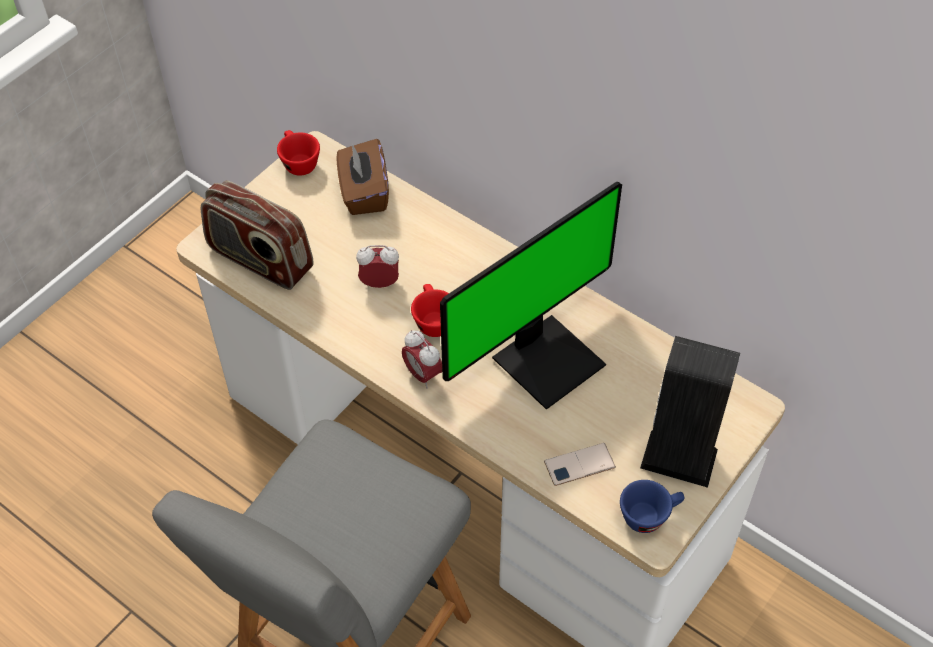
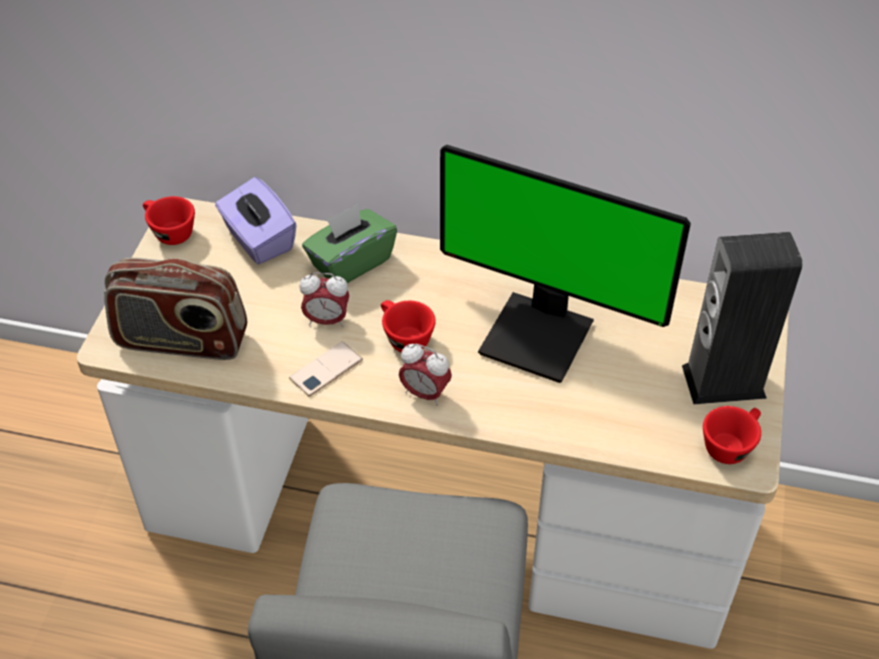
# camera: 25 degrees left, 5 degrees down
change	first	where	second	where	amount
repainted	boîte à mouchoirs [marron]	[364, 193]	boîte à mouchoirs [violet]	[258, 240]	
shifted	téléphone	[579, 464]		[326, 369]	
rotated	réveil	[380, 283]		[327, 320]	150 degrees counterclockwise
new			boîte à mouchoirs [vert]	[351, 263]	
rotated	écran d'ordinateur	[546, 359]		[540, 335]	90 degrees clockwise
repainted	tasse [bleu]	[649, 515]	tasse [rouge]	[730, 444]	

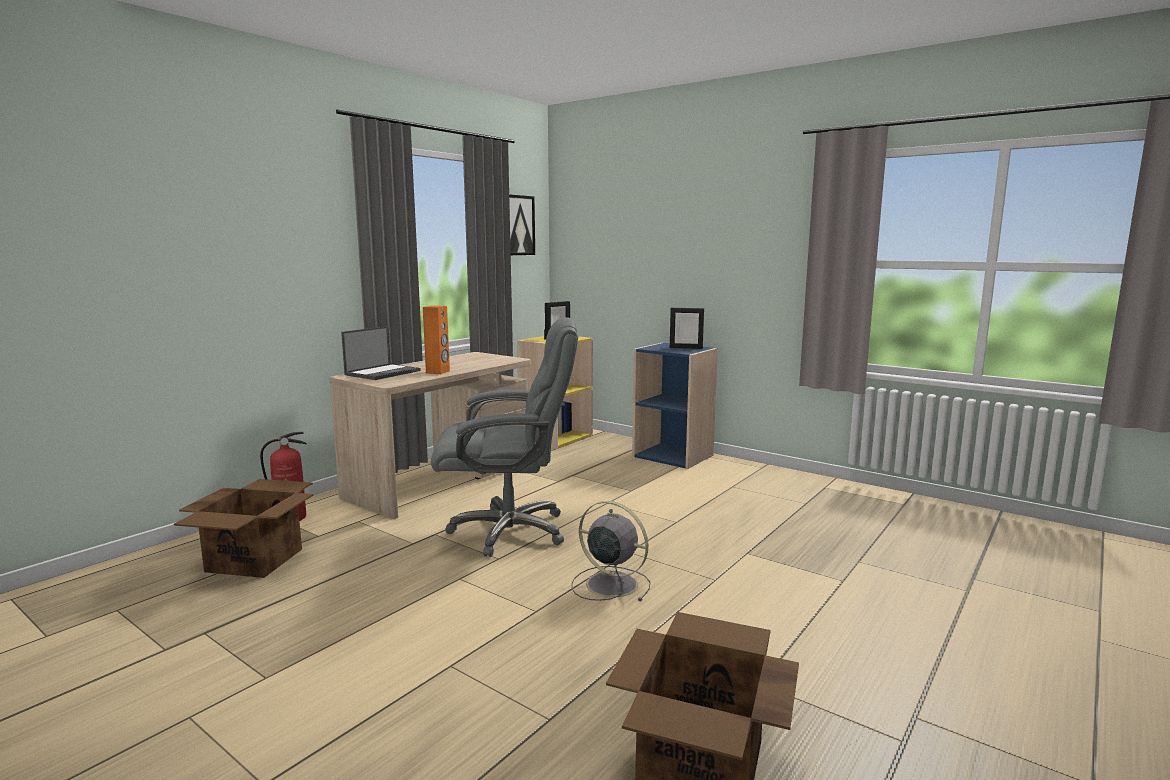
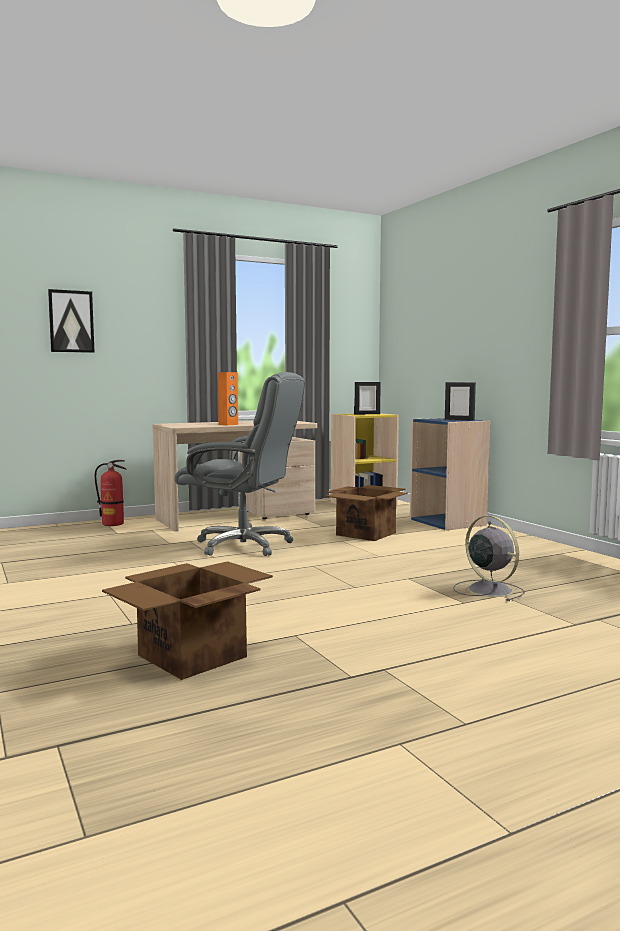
# camera: 25 degrees right, 5 degrees down
change	first	where	second	where	amount
shifted	tableau	[519, 225]		[71, 321]	
shifted	carton	[256, 559]		[366, 534]	
shifted	ventilateur [gris]	[609, 584]		[488, 589]	
gone	ordinateur portable	[383, 372]			

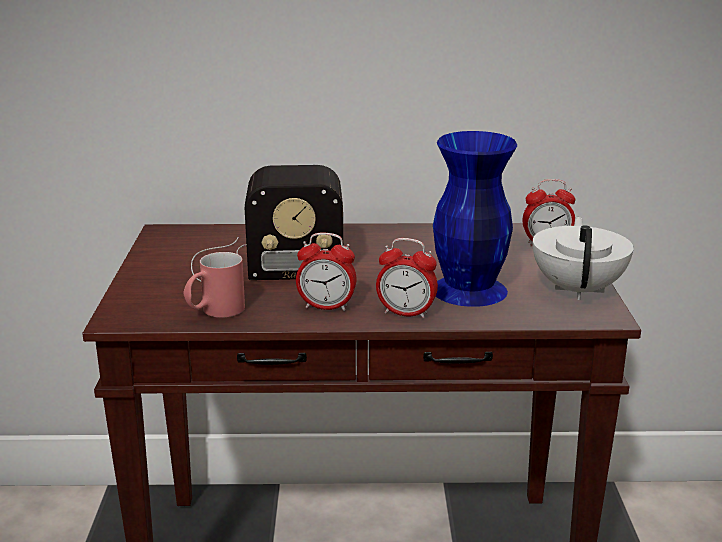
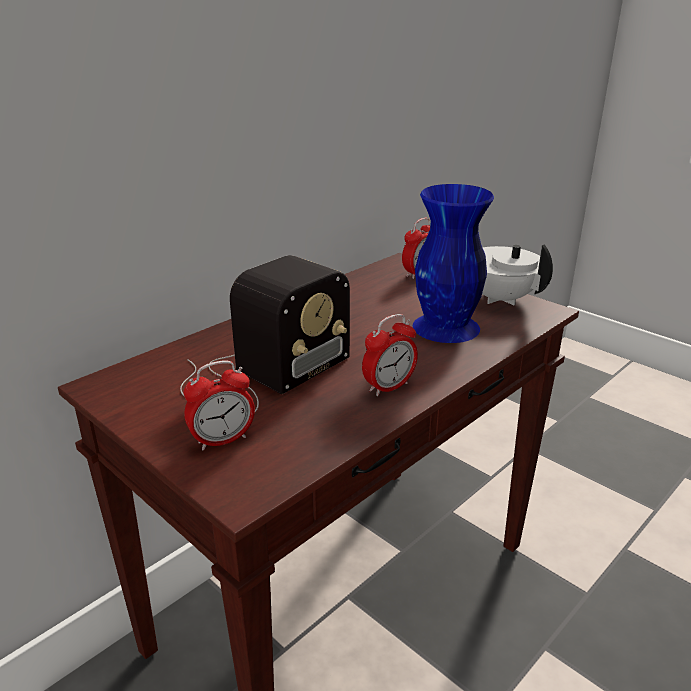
# camera: 45 degrees left, 5 degrees up
change	first	where	second	where	amount
shifted	réveil	[406, 313]		[222, 440]	
gone	mug [rouge]	[215, 312]			

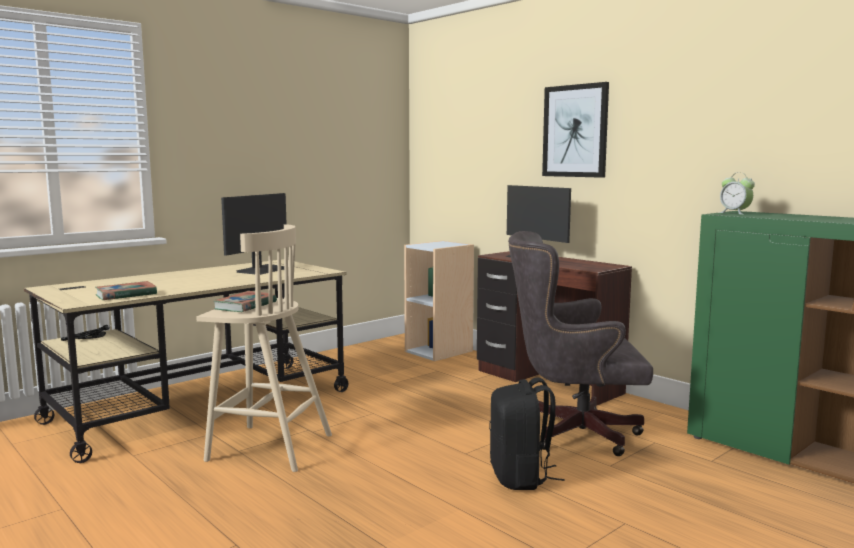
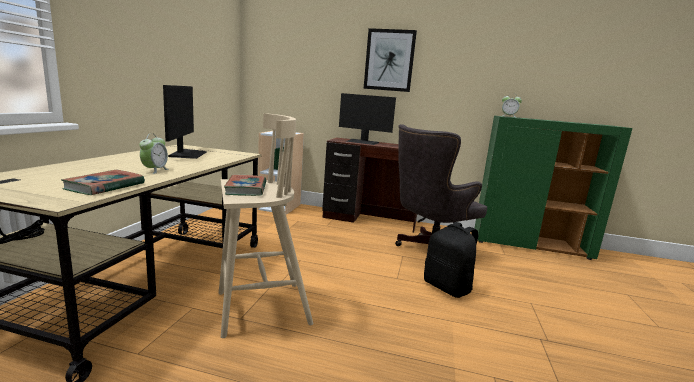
# camera: 35 degrees left, 5 degrees up
change	first	where	second	where	amount
new			réveil	[155, 170]	

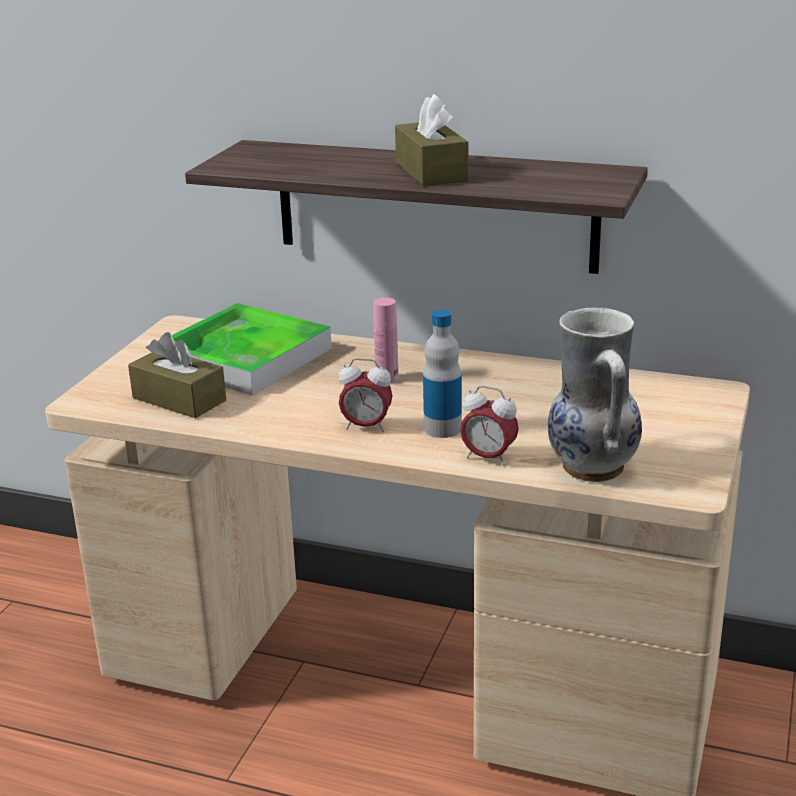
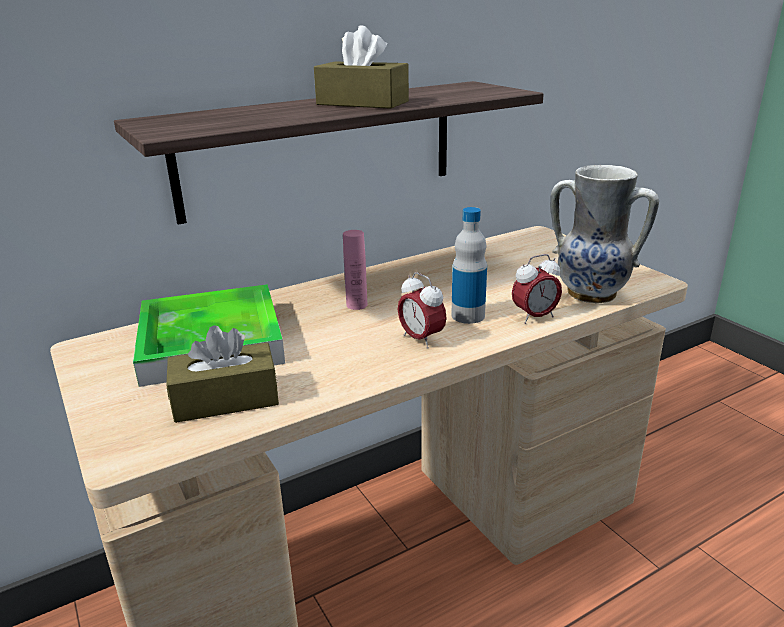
# camera: 50 degrees left, 0 degrees up
change	first	where	second	where	amount
rotated	réveil	[366, 426]		[421, 339]	90 degrees clockwise

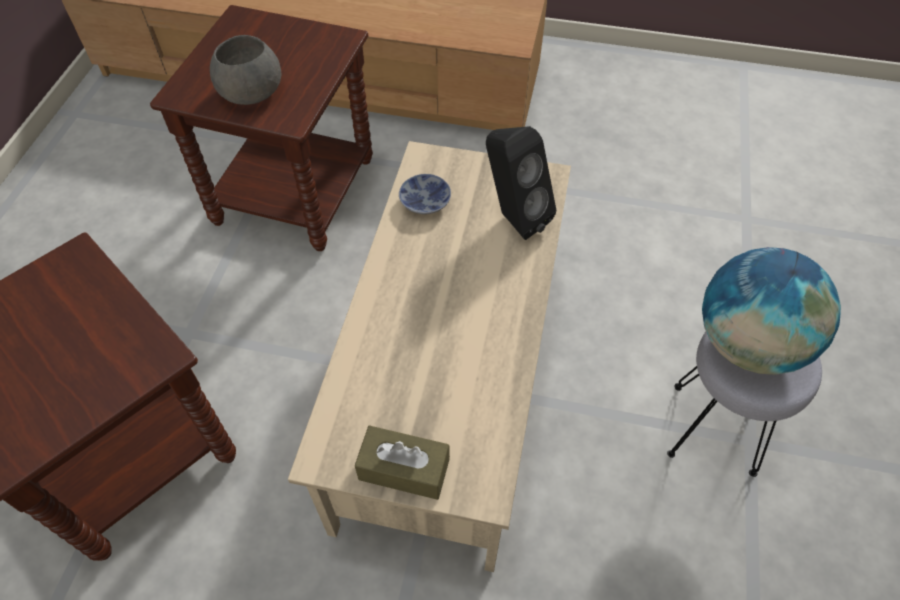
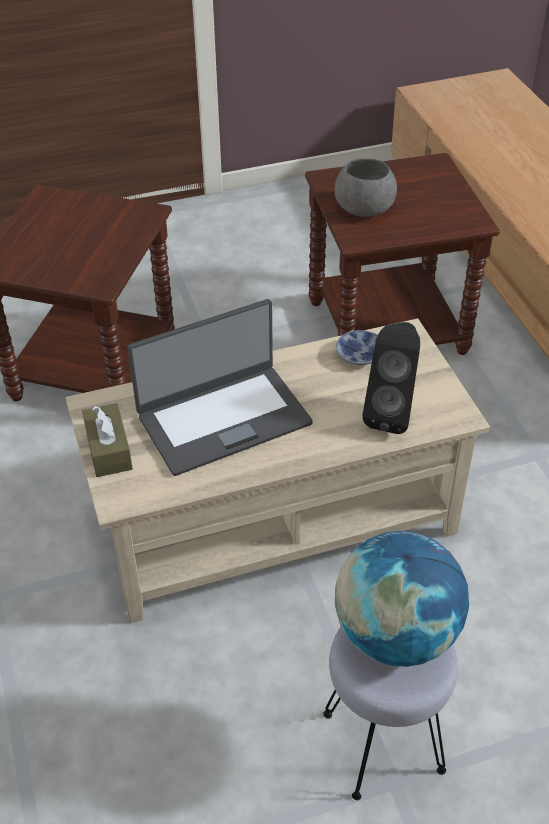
# camera: 60 degrees right, 10 degrees down
change	first	where	second	where	amount
new			ordinateur portable	[223, 418]	

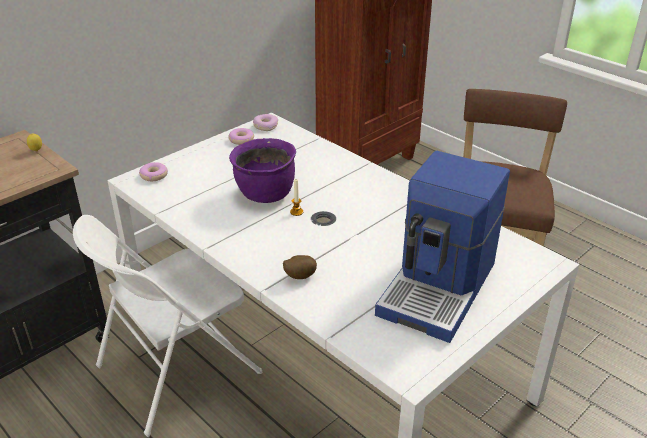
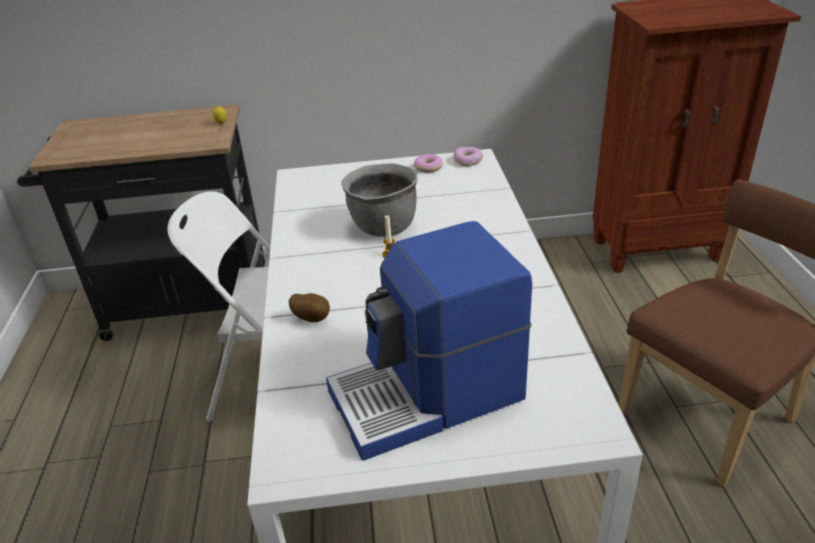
# camera: 40 degrees right, 0 degrees up
change	first	where	second	where	amount
repainted	marmite [violet]	[265, 194]	marmite [gris]	[383, 227]	
gone	beignet	[154, 175]			

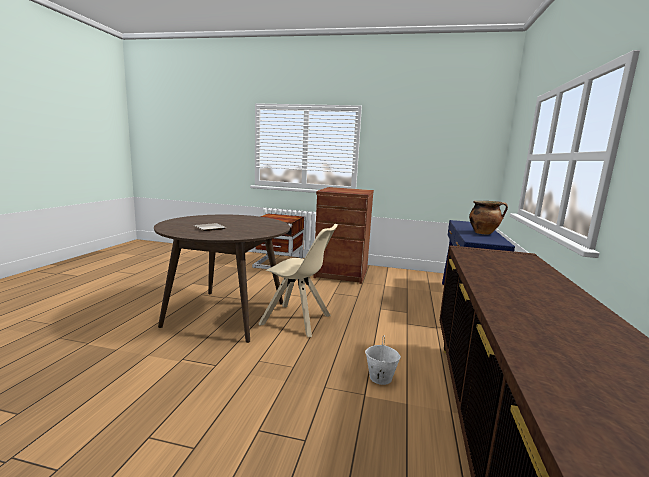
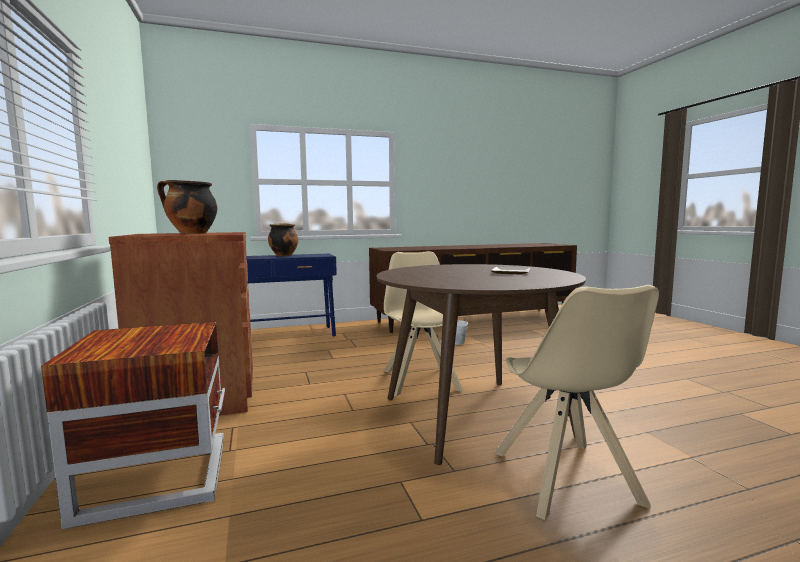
# camera: 120 degrees left, 5 degrees down
change	first	where	second	where	amount
new			marmite	[191, 233]	
new			chaise [beige]	[566, 480]	

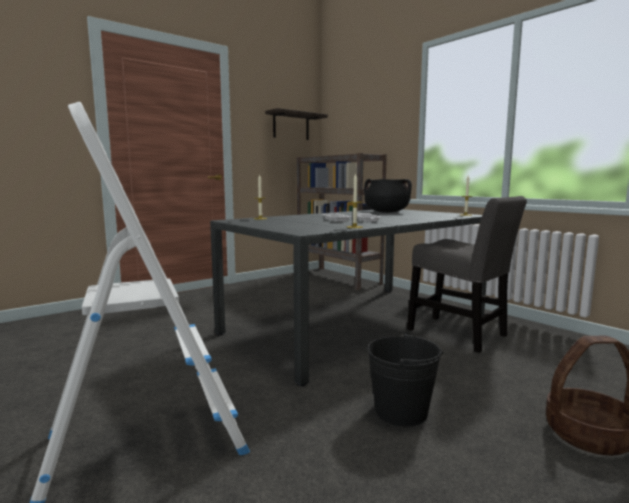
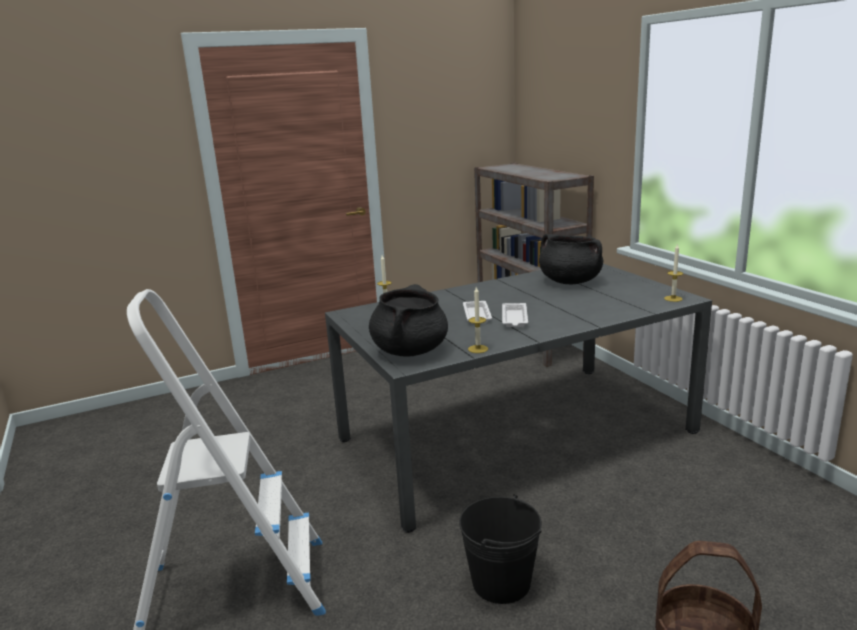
# camera: 15 degrees right, 10 degrees up
change	first	where	second	where	amount
new			marmite [noir]	[410, 350]	
gone	étagère	[291, 126]			
gone	chaise [gris]	[460, 334]			

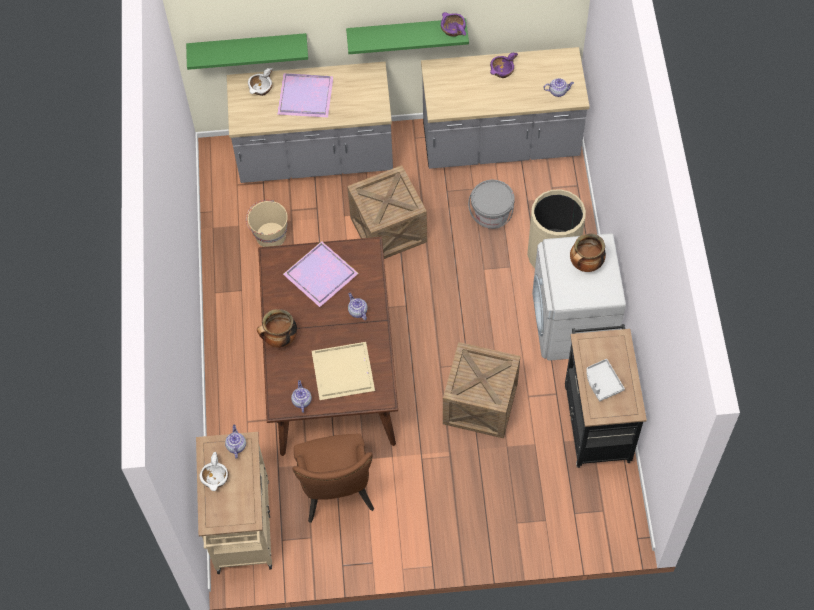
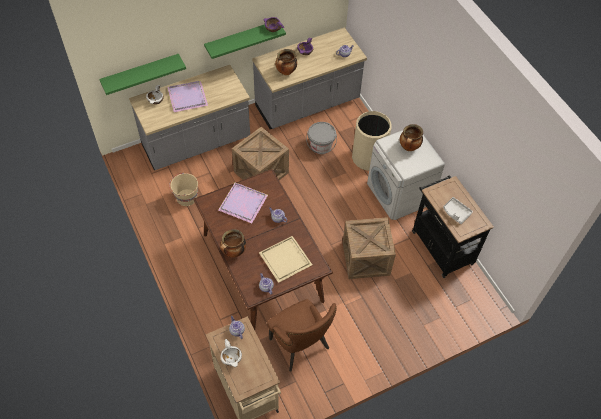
# camera: 25 degrees left, 5 degrees down
change	first	where	second	where	amount
new			marmite	[286, 72]	

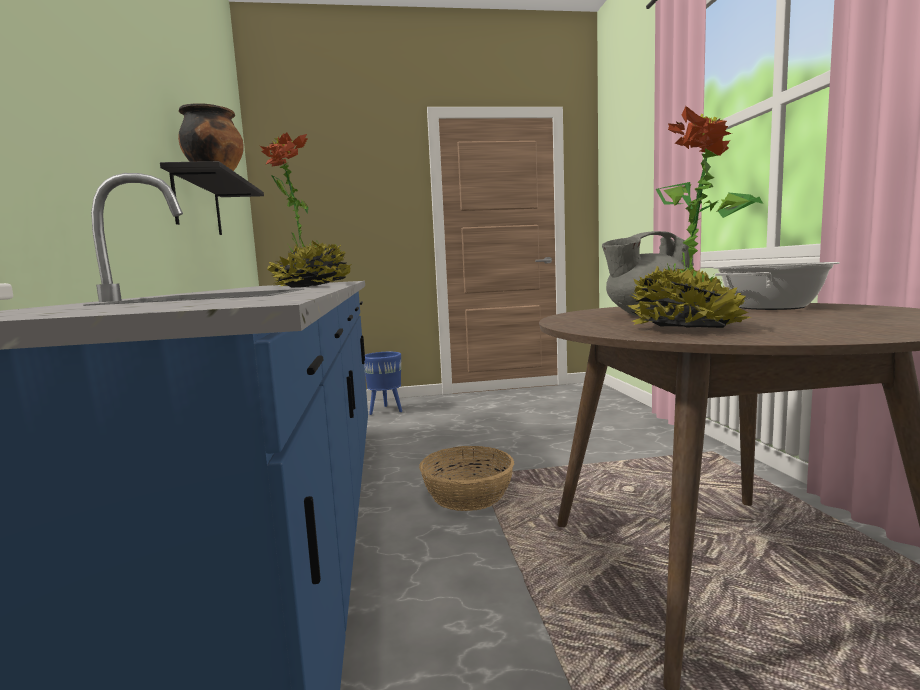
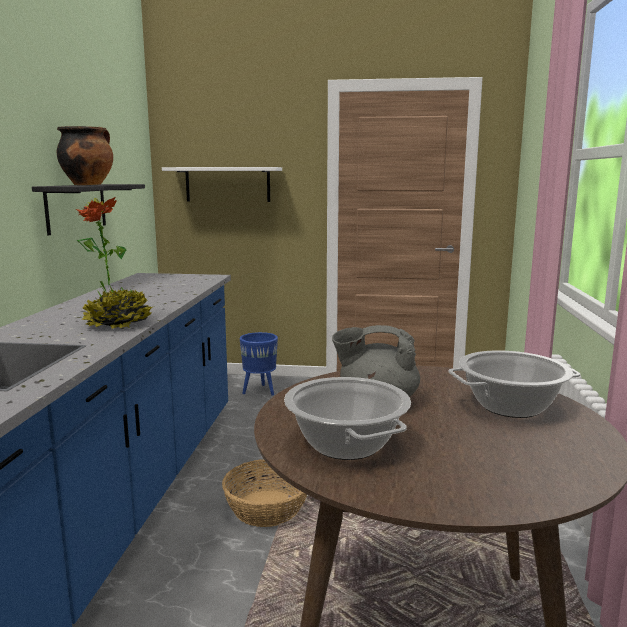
# camera: 15 degrees right, 5 degrees up
change	first	where	second	where	amount
new			étagère [blanc]	[227, 184]	
swapped	plante en pot	[685, 328]	marmite	[345, 444]	

